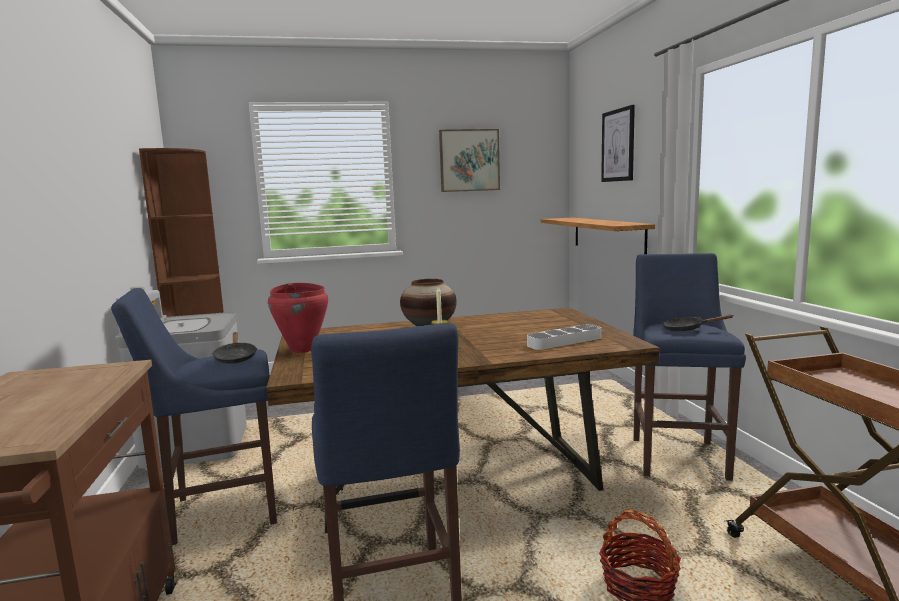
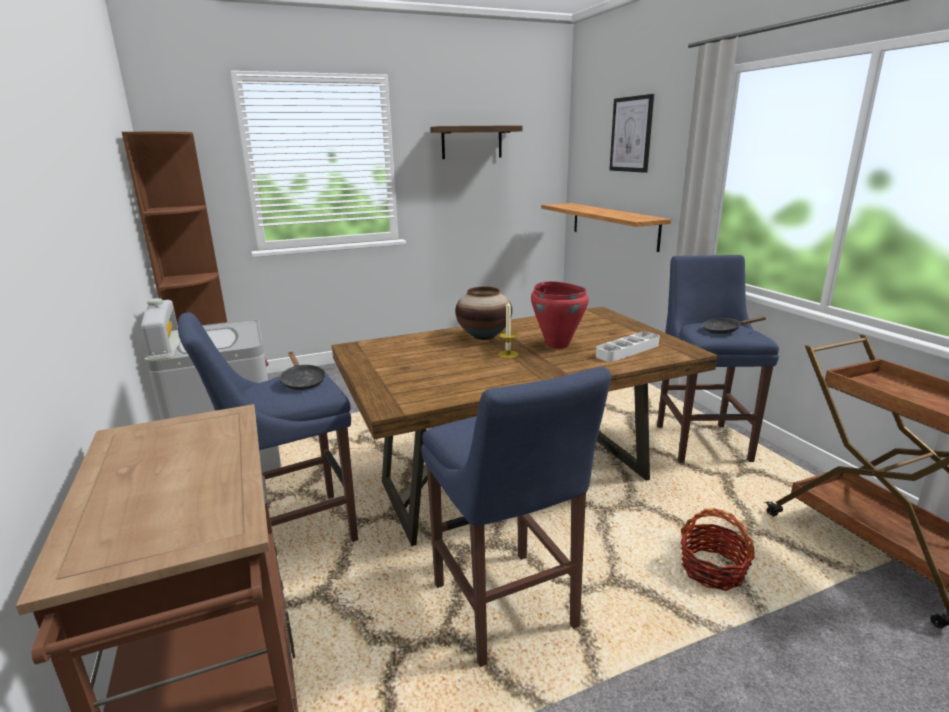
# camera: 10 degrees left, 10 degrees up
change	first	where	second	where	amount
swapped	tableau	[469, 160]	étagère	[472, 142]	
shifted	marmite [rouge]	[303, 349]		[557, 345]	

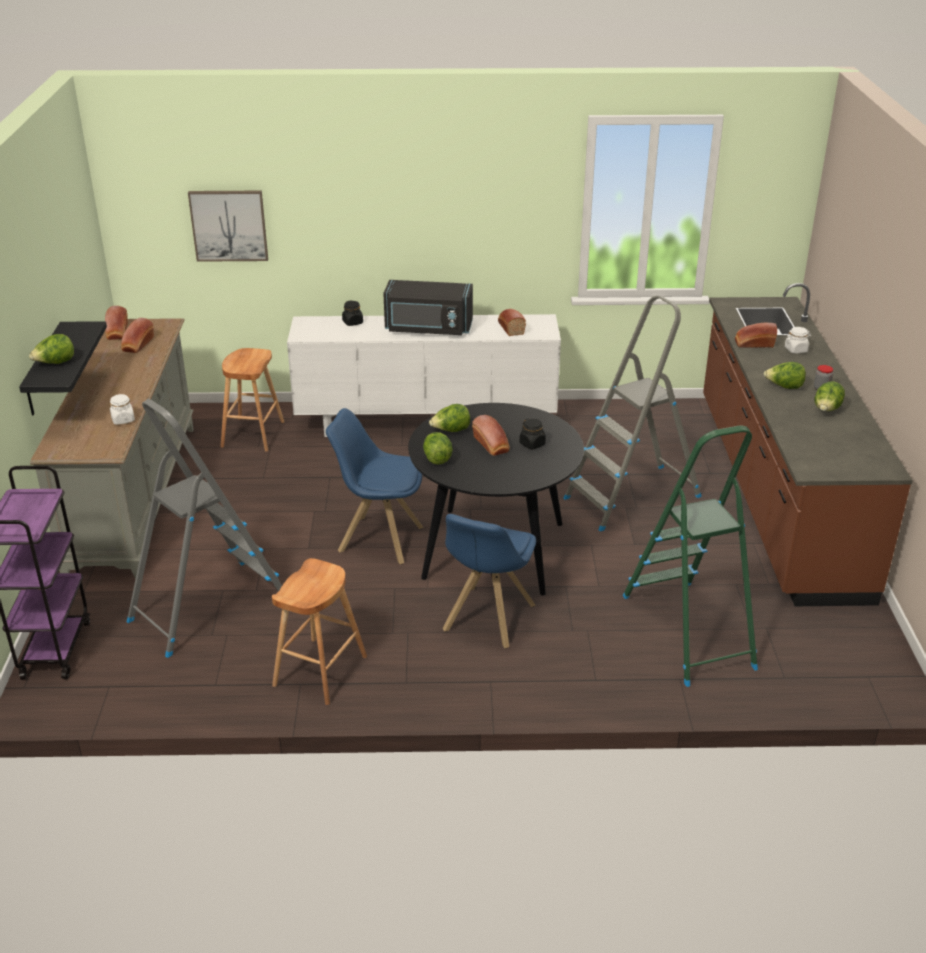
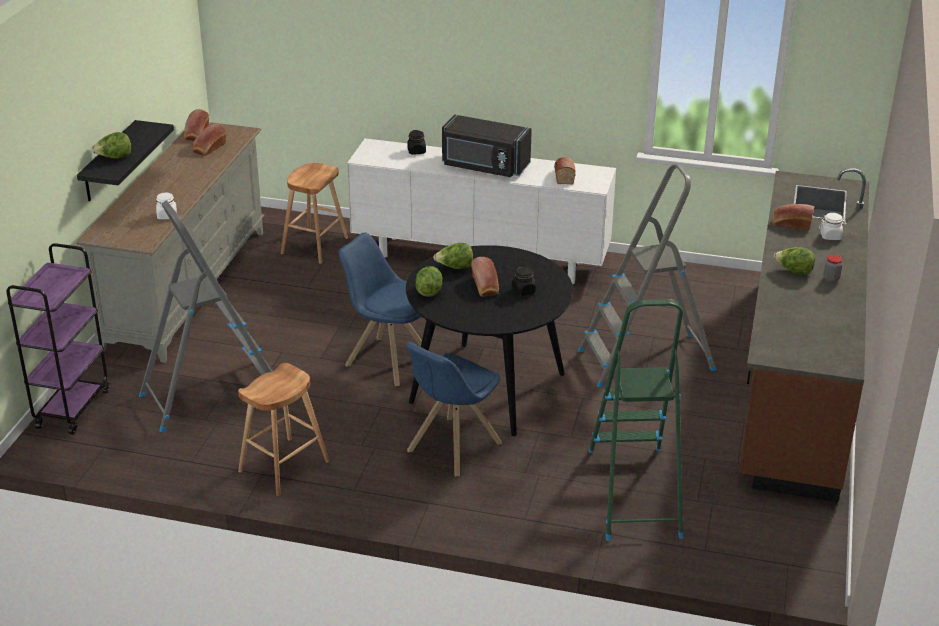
# camera: 15 degrees right, 0 degrees up
change	first	where	second	where	amount
gone	tableau	[229, 225]			
gone	laitue	[826, 410]			

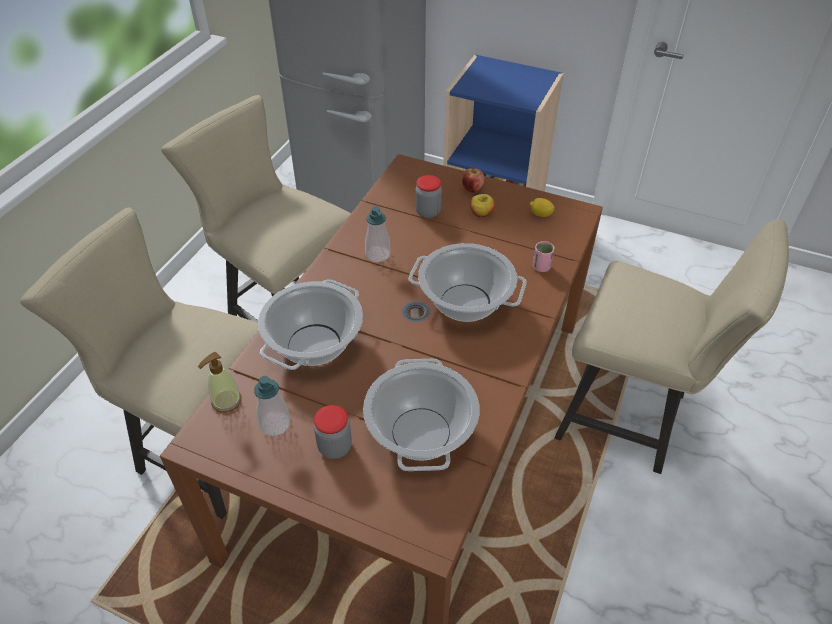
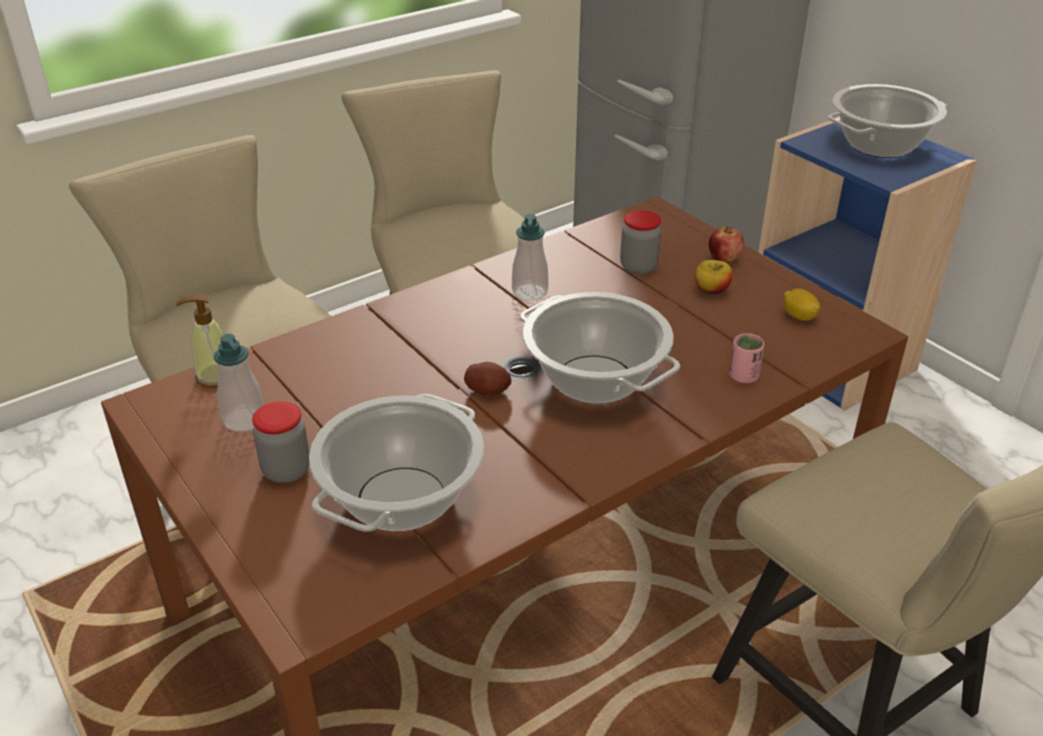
# camera: 30 degrees right, 10 degrees down
change	first	where	second	where	amount
new			pomme de terre	[488, 390]	
shifted	marmite	[314, 344]		[880, 145]	

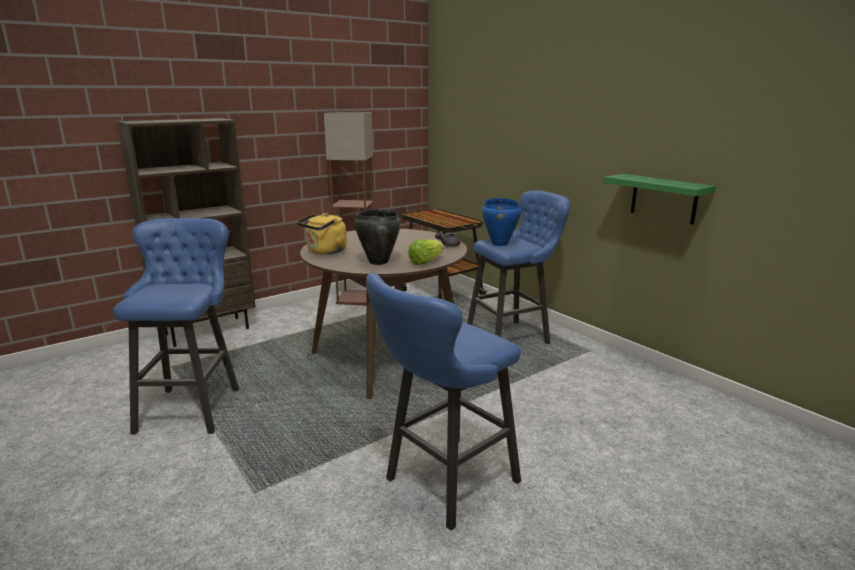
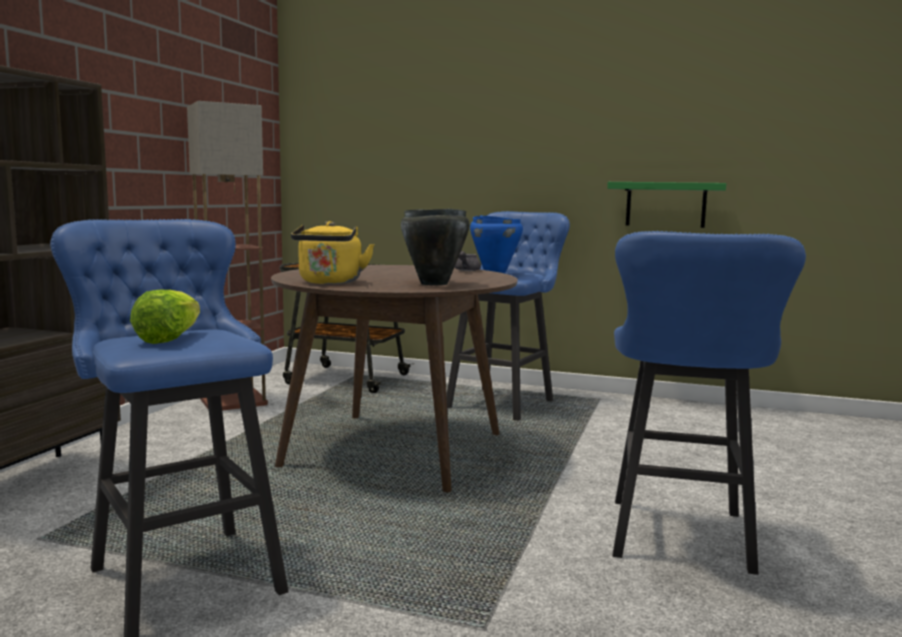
# camera: 35 degrees left, 10 degrees down
change	first	where	second	where	amount
shifted	laitue	[425, 262]		[169, 339]	

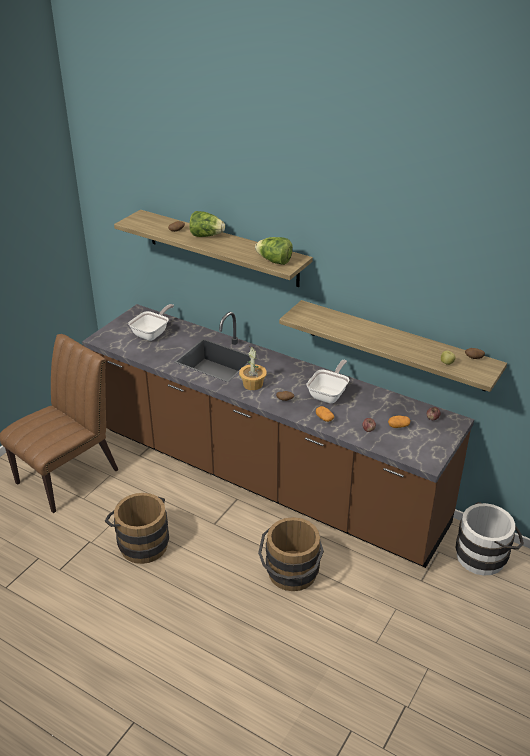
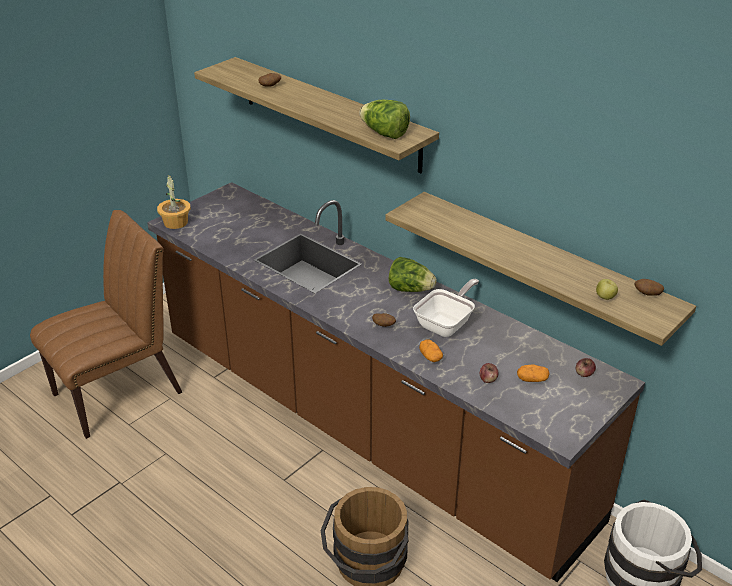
# camera: 10 degrees right, 0 degrees up
change	first	where	second	where	amount
shifted	plante en pot	[252, 384]		[175, 223]	
shifted	laitue	[206, 236]		[410, 289]	
gone	seau [marron]	[141, 542]			
gone	poêle	[152, 333]			

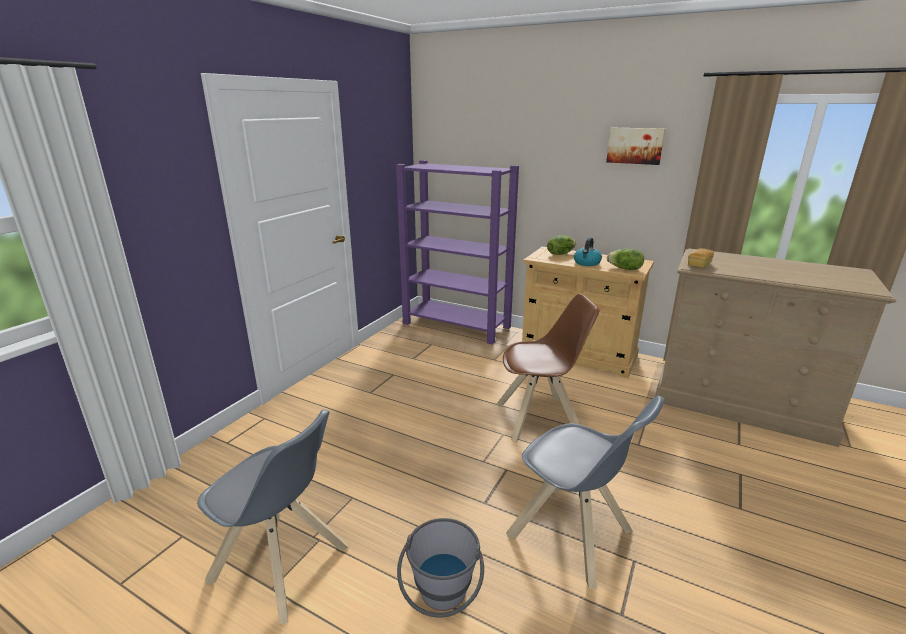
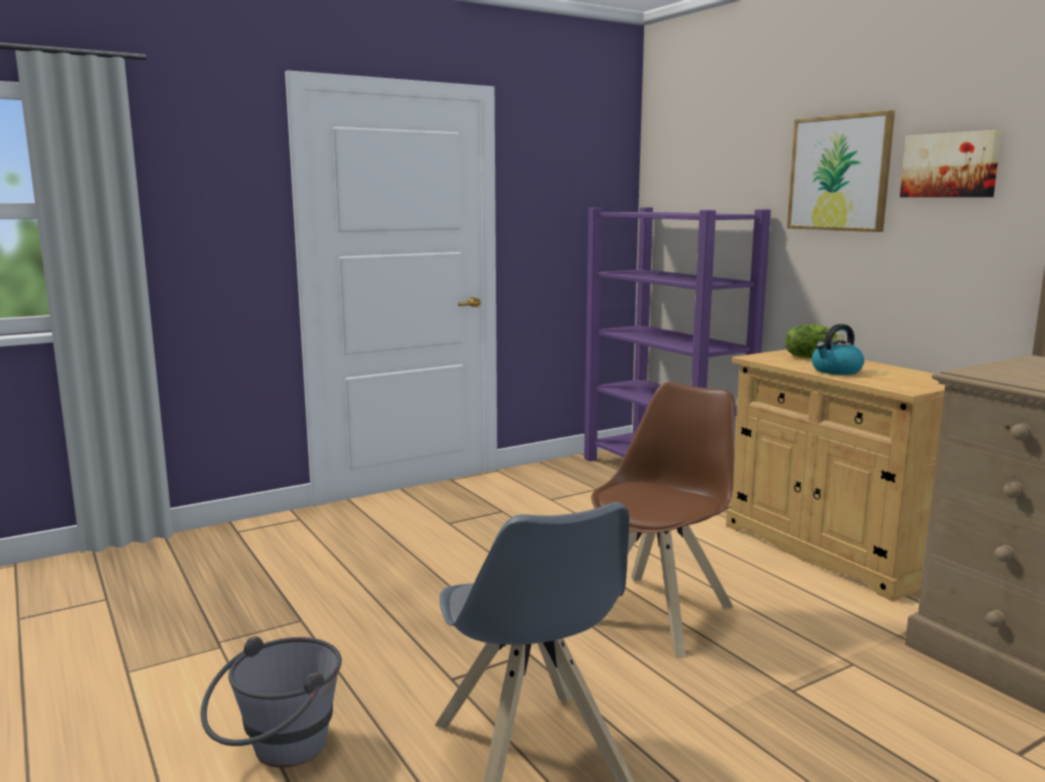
# camera: 30 degrees right, 10 degrees down
change	first	where	second	where	amount
rotated	chaise [marron]	[540, 418]		[658, 611]	75 degrees counterclockwise
new			tableau	[839, 173]	
gone	chaise [gris]	[282, 565]			
gone	laitue	[625, 269]			
gone	pain	[699, 265]			

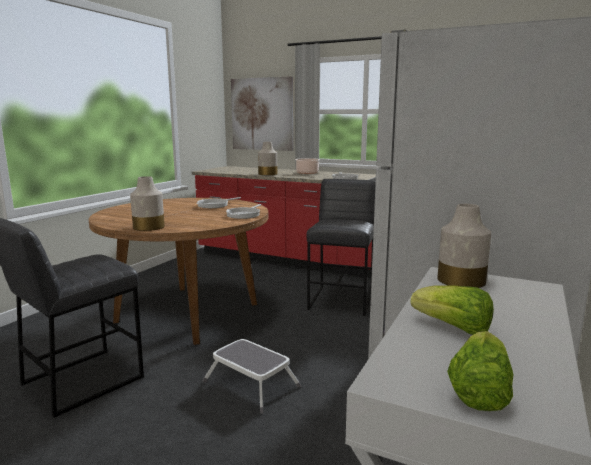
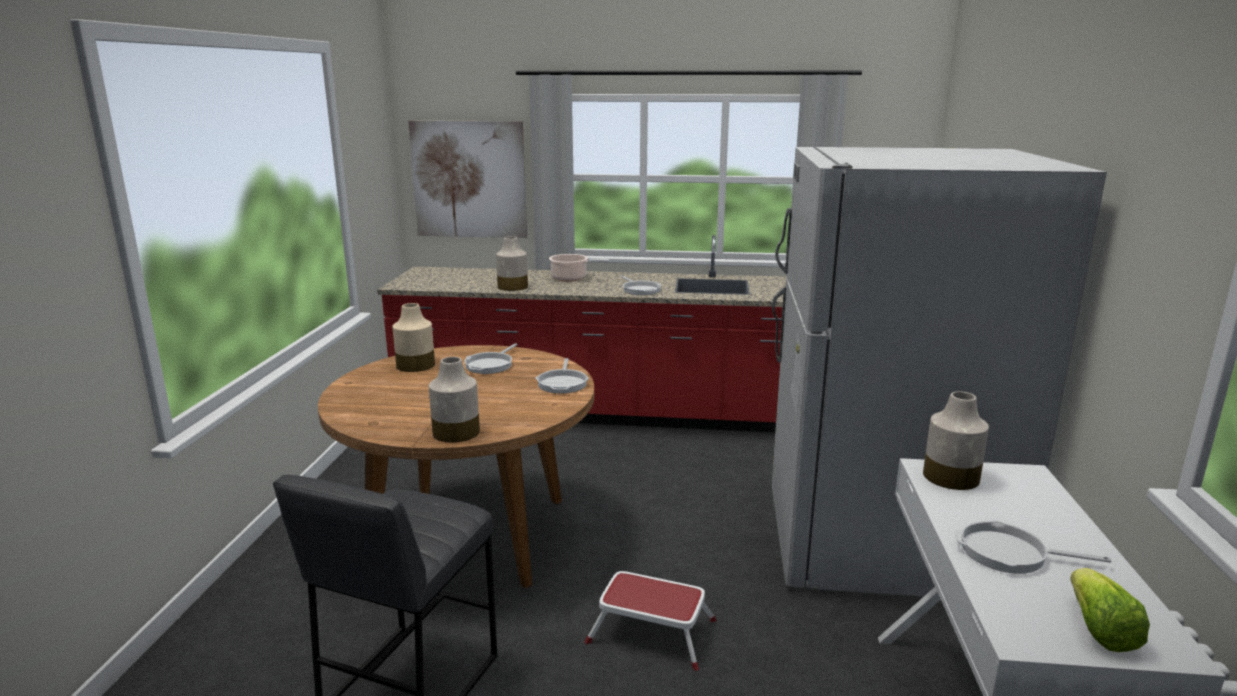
# camera: 20 degrees left, 5 degrees up
change	first	where	second	where	amount
new			vase [beige]	[415, 365]	
repainted	escabeau [gris]	[251, 383]	escabeau [rouge]	[652, 631]	
swapped	laitue	[453, 328]	poêle	[1009, 553]	
gone	tabouret [gris]	[341, 300]			

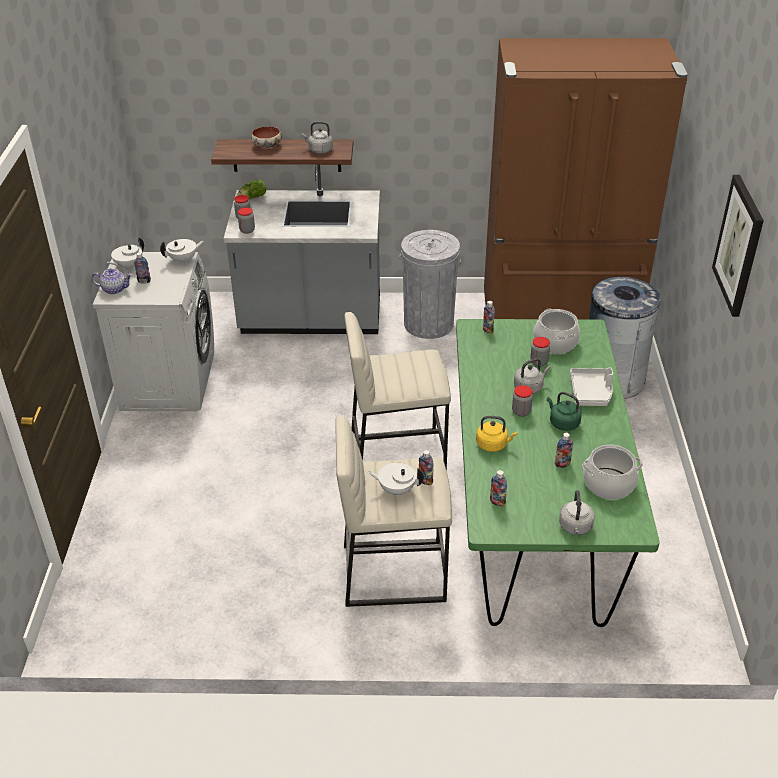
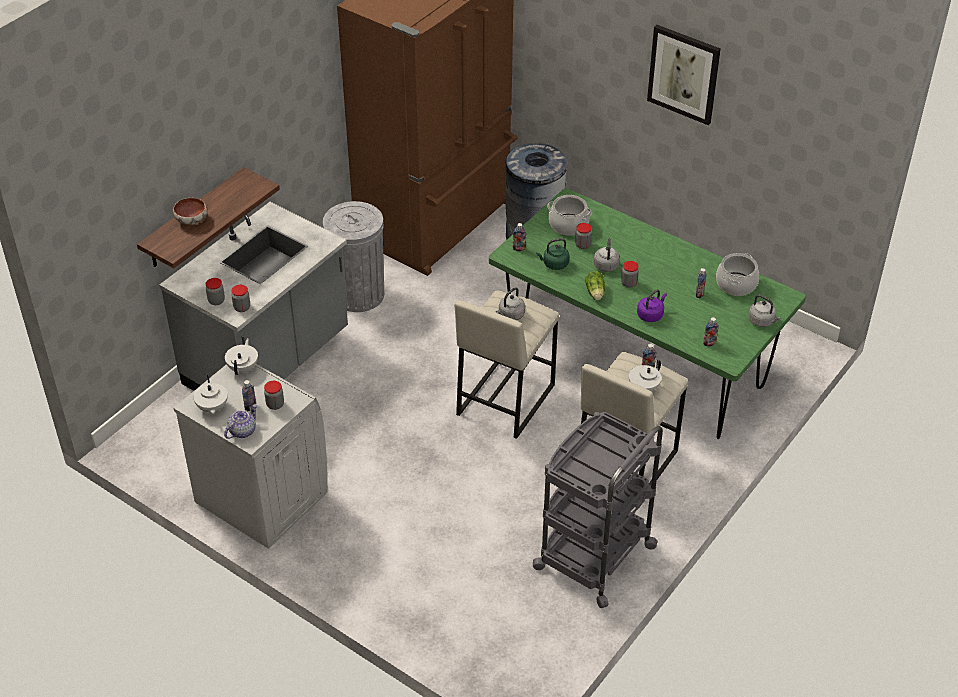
# camera: 55 degrees left, 5 degrees up
change	first	where	second	where	amount
new			bocal	[275, 404]	
shifted	bouilloire [gris]	[319, 150]		[510, 315]	
new			chariot [gris]	[594, 556]	
shifted	bouilloire [vert]	[562, 423]		[554, 264]	
shifted	laitue	[251, 197]		[595, 293]	
repainted	bouilloire [jaune]	[493, 445]	bouilloire [violet]	[651, 315]	
gone	plateau [gris]	[591, 393]			

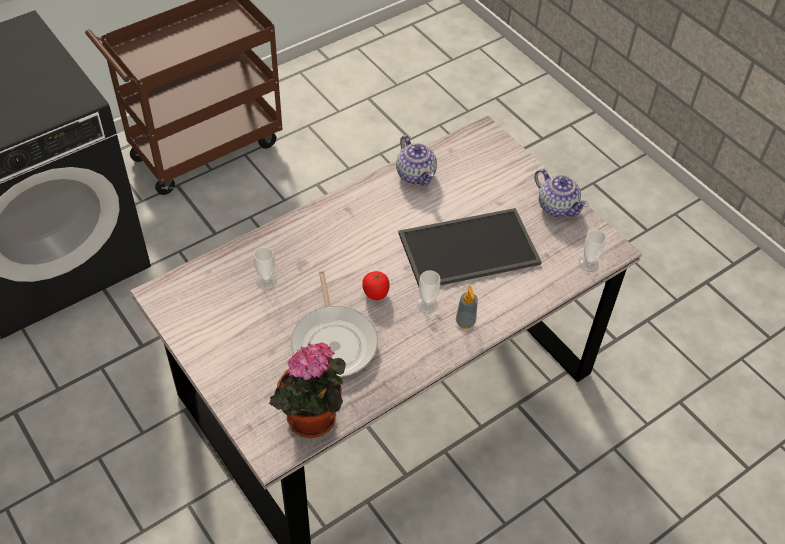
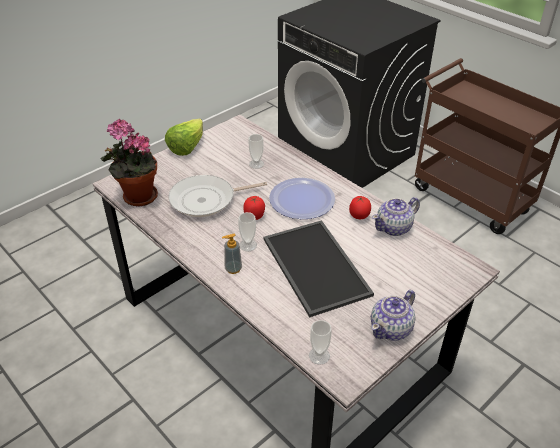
# camera: 85 degrees right, 10 degrees down
change	first	where	second	where	amount
new			laitue	[187, 147]	
new			assiette	[302, 199]	
new			tomate	[359, 216]	

